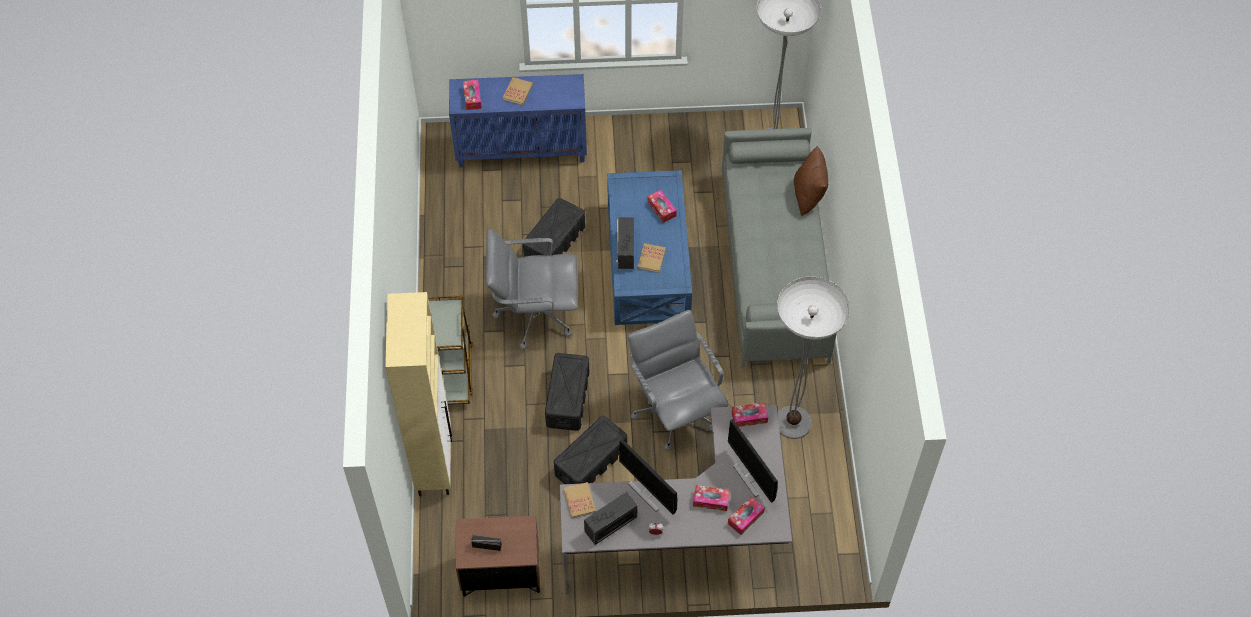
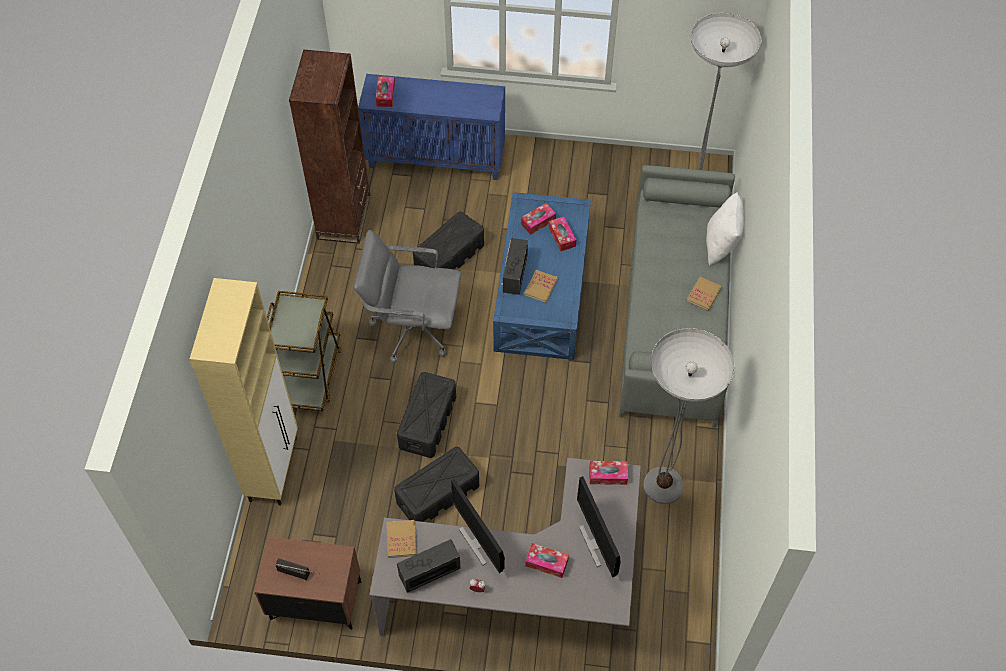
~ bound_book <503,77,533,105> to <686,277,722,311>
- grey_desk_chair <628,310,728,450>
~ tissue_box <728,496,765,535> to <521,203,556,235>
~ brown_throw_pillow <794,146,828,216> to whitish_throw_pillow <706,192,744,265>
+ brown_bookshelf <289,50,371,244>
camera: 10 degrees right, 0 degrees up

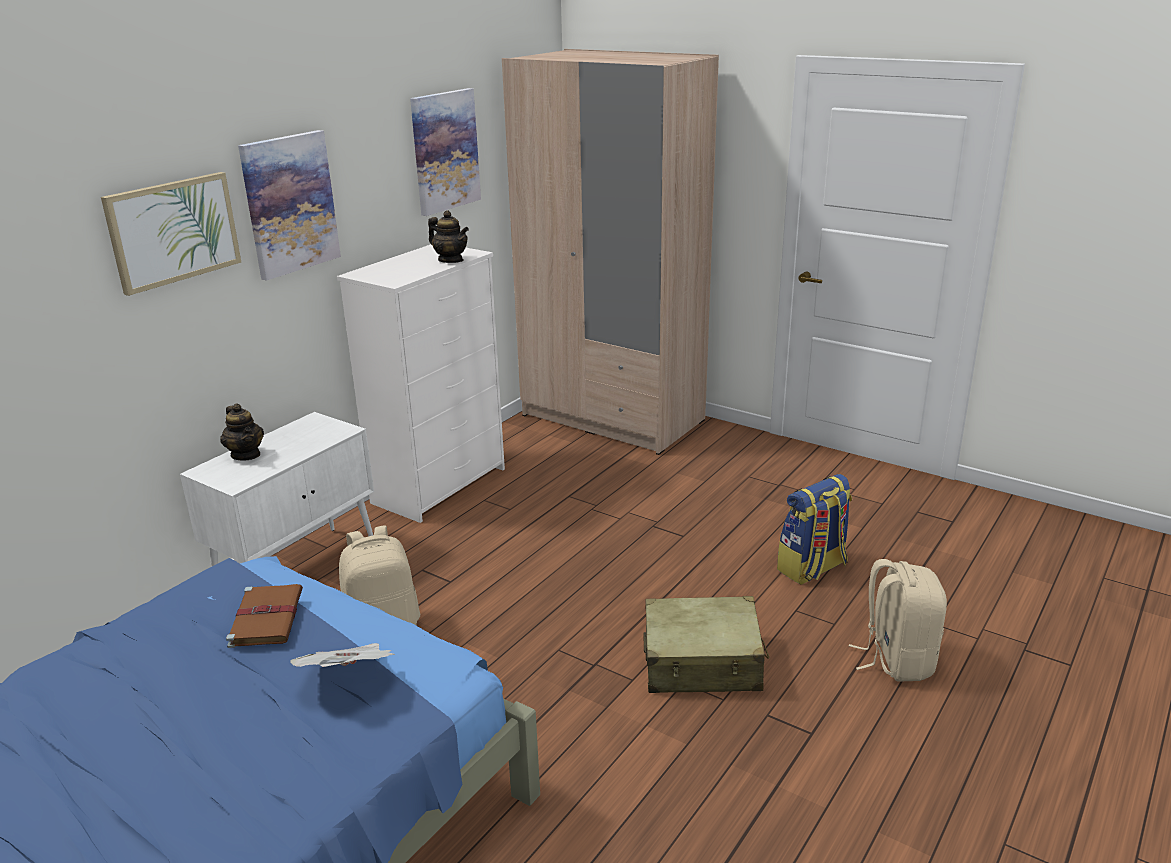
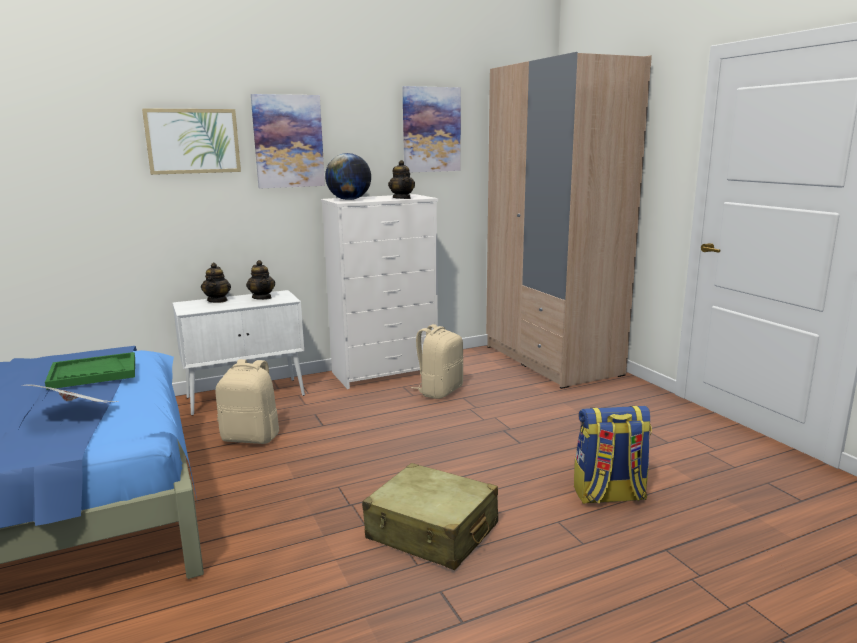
~ brown_bound_book <226,584,303,648> to green_serving_tray <45,352,135,390>
~ beige-coloured_backpack <849,559,947,682> to <411,324,463,399>
+ pot_for_tea <246,260,275,300>
+ globe <325,153,371,200>
camera: 30 degrees right, 10 degrees down

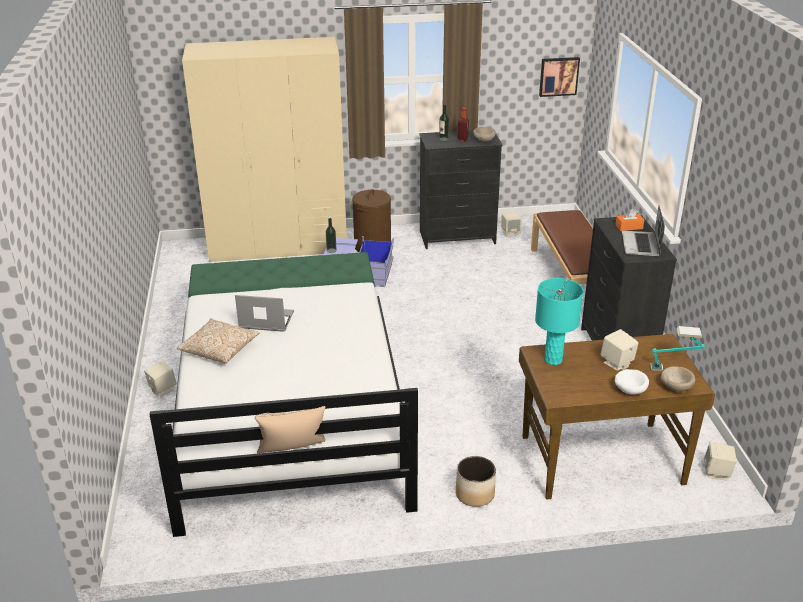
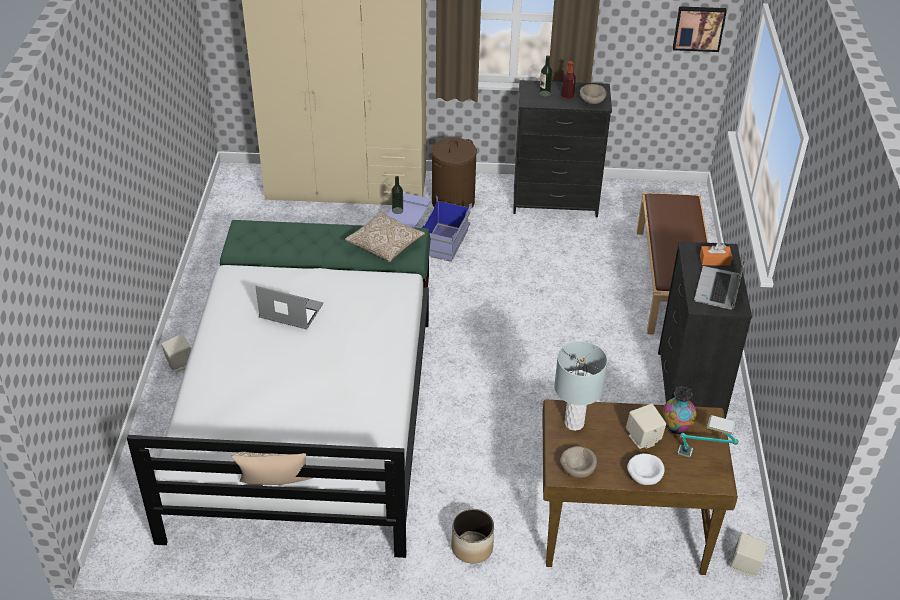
~ throw_pillow <177,319,260,364> to <345,211,425,262>
- beige-coloured_audio_speaker <501,212,522,237>
~ turquoise-coloured_lamp_for_a_table <535,278,583,365> to grey_lamp_for_a_table <554,341,608,431>
~ beige-coloured_serving_bowl <661,366,695,392> to <560,446,597,478>
+ flower_vase <662,386,697,434>
camera: 10 degrees right, 10 degrees up

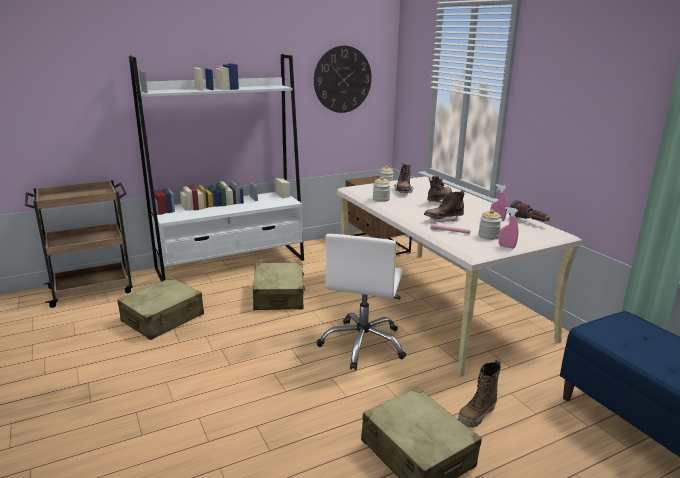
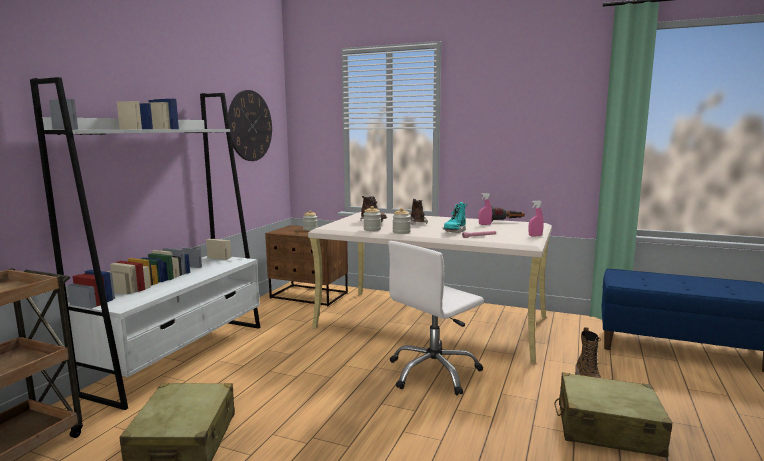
- beige-coloured_piece_of_luggage <253,262,306,310>
~ whitish_desk_chair <317,234,406,370> = <388,241,484,395> 75 degrees clockwise
~ brown_boot <424,190,465,222> to turquoise-coloured_boot <443,202,467,233>
~ storage_jar <479,210,502,240> to <393,208,411,234>
camera: 40 degrees left, 10 degrees down

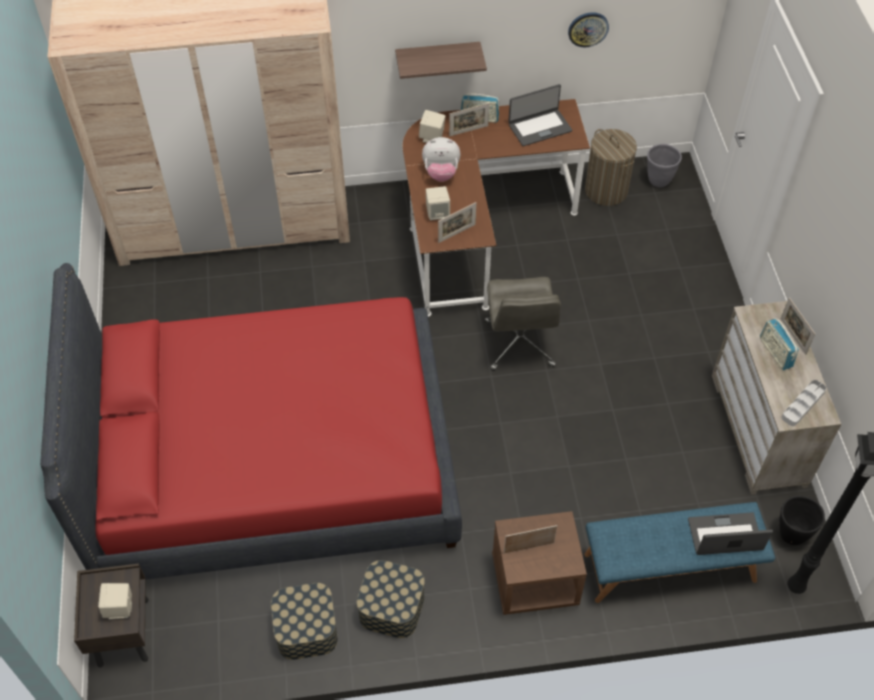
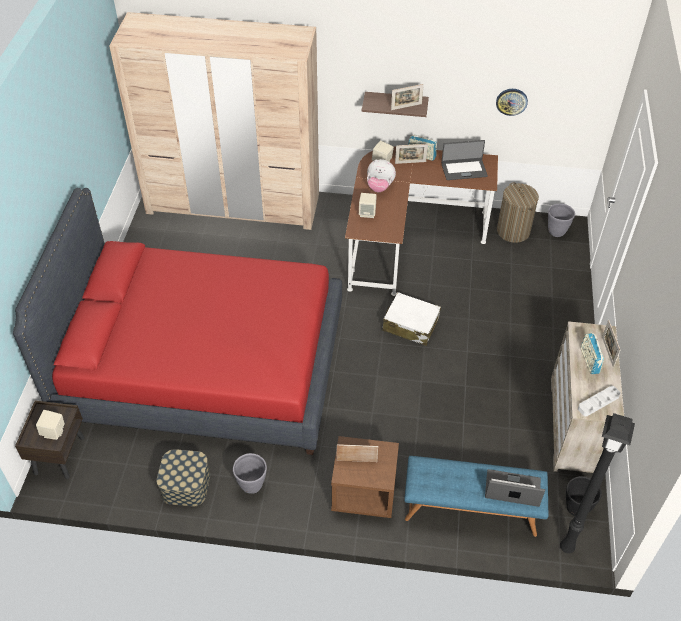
~ storage_container <357,560,425,638> to grey_planter <233,453,267,494>
~ standing_frame <438,202,476,243> to <391,84,424,110>
~ grey_desk_chair <485,277,561,371> to whitish_piece_of_luggage <382,292,441,346>
camera: 15 degrees right, 5 degrees down

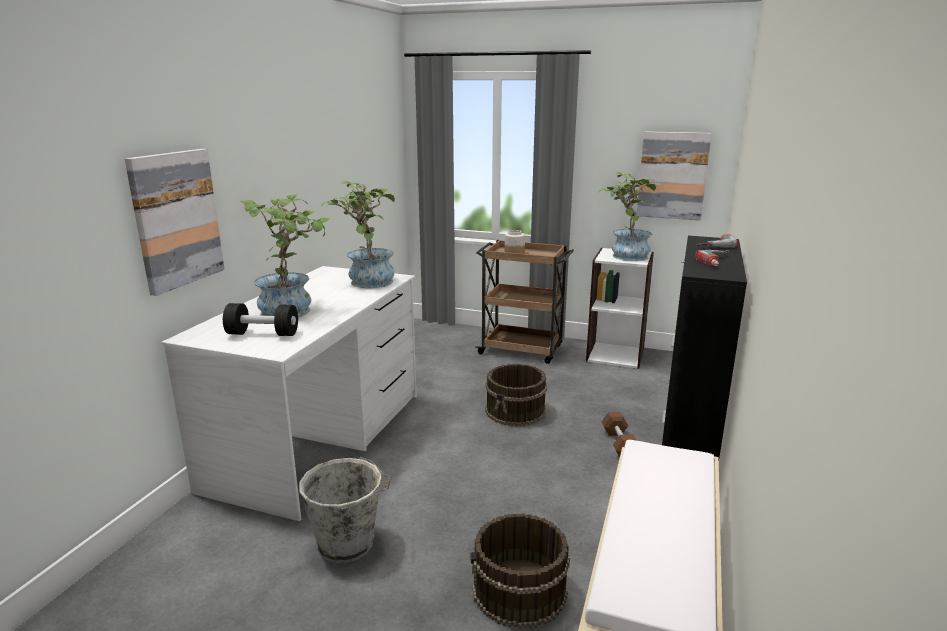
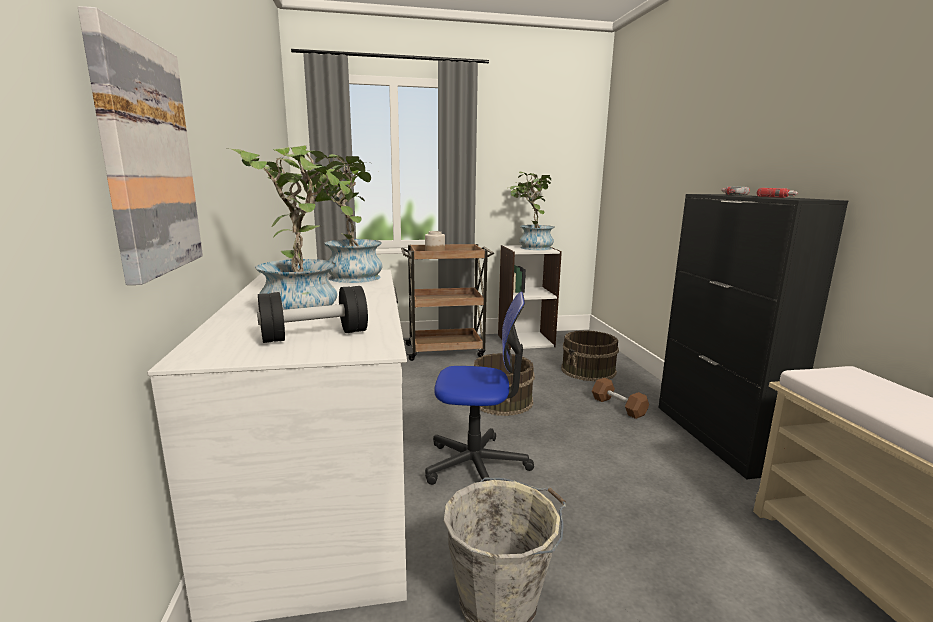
~ brown_pail <470,513,570,629> to <561,331,619,381>
- wall_picture <636,131,712,220>
+ desk_chair <425,292,534,485>
camera: 30 degrees left, 5 degrees down

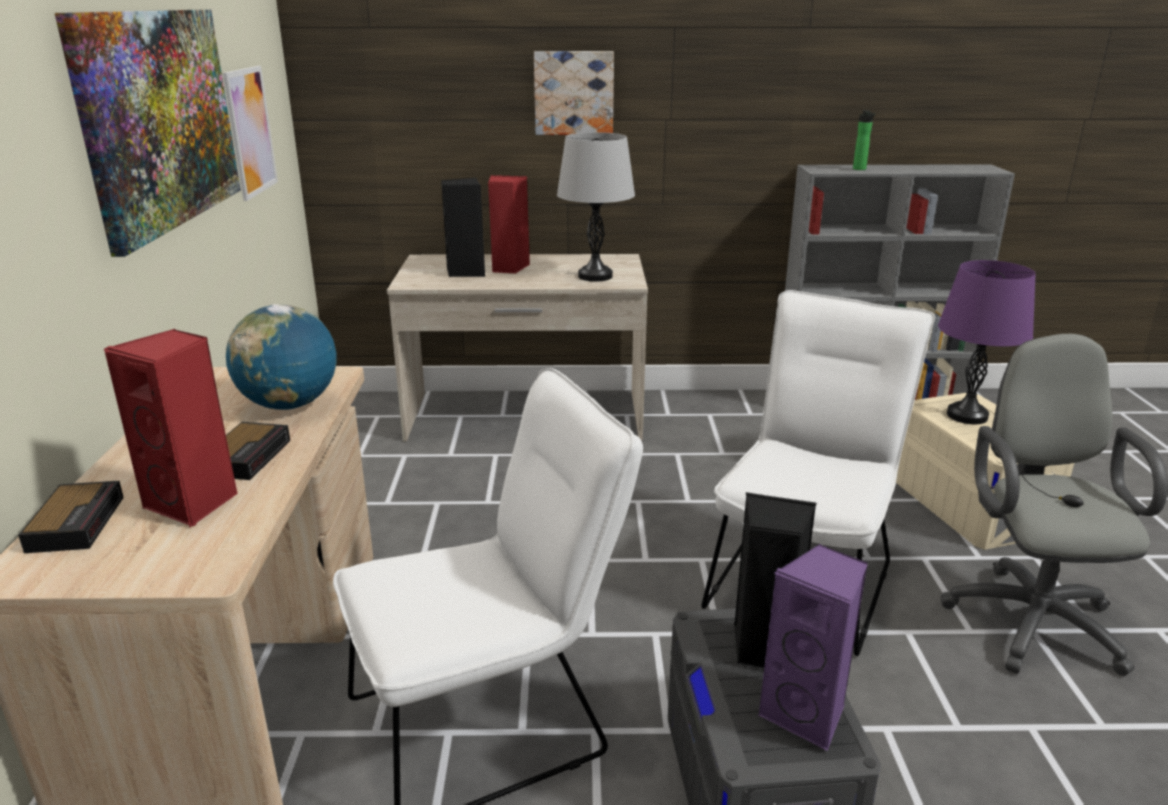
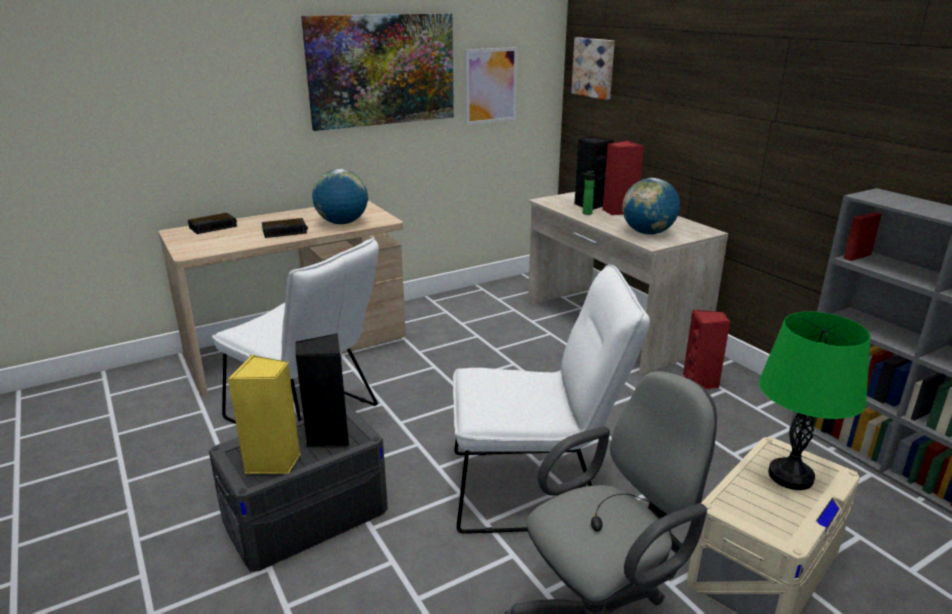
~ red-coloured_audio_speaker <104,329,237,528> to <683,310,731,389>
~ wall_picture <534,51,614,135> to <571,37,615,100>
~ grey_lamp_for_a_table <557,132,635,282> to globe <622,178,680,235>
~ purple-coloured_audio_speaker <758,544,868,751> to yellowish_audio_speaker <228,355,300,474>
~ beverage_bottle <853,110,875,170> to <582,171,595,215>
~ purple-coloured_lamp_for_a_table <938,260,1035,424> to green_lamp_for_a_table <759,311,870,490>
camera: 60 degrees right, 0 degrees up

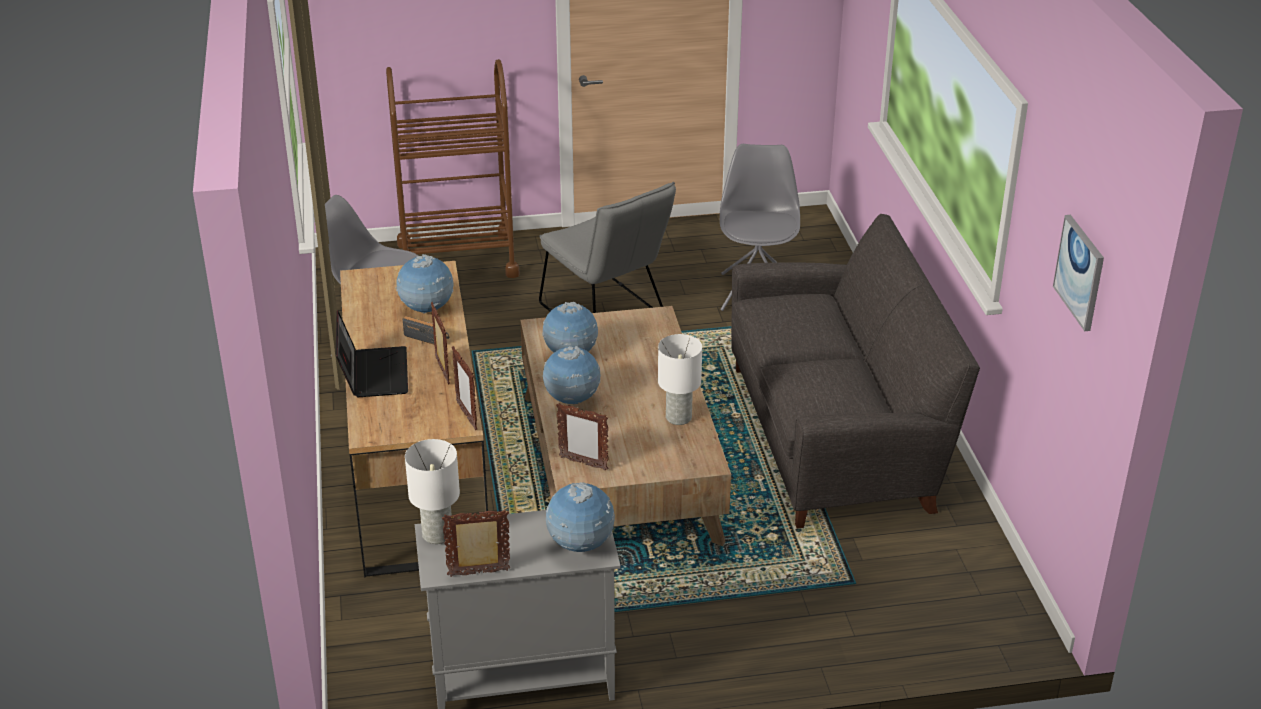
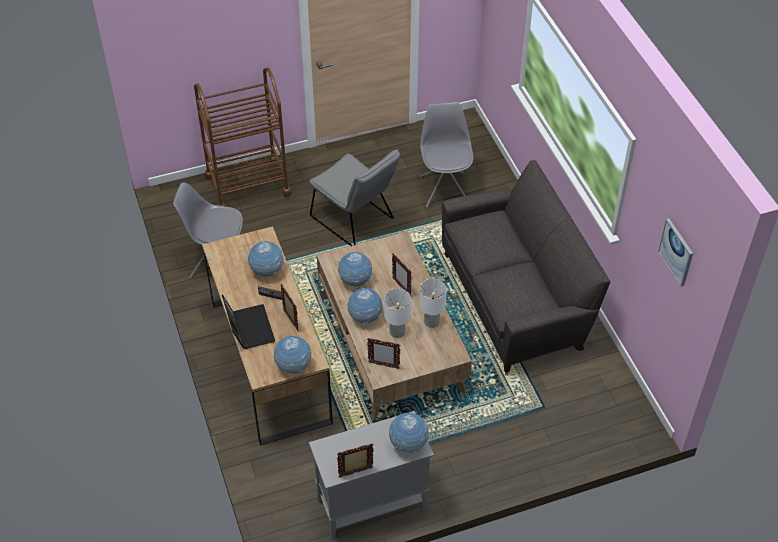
~ whitish_lamp_for_a_table <405,439,460,544> to <384,289,411,338>
~ standing_frame <452,346,477,430> to <392,253,412,296>
+ globe <273,336,312,373>
camera: 10 degrees left, 15 degrees up

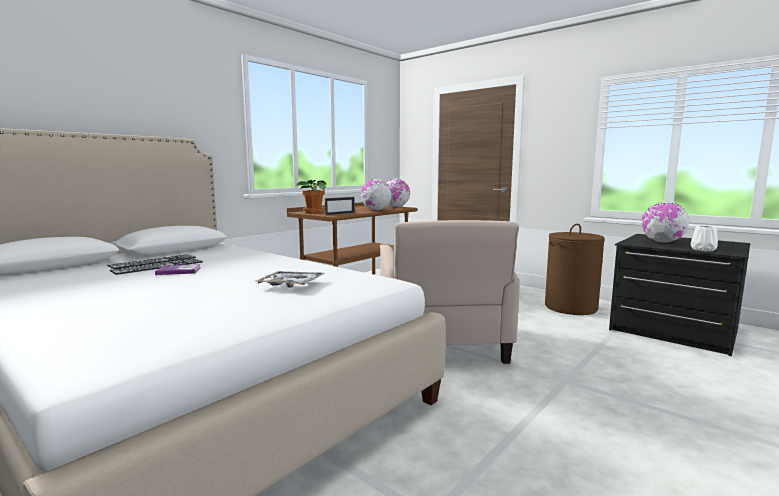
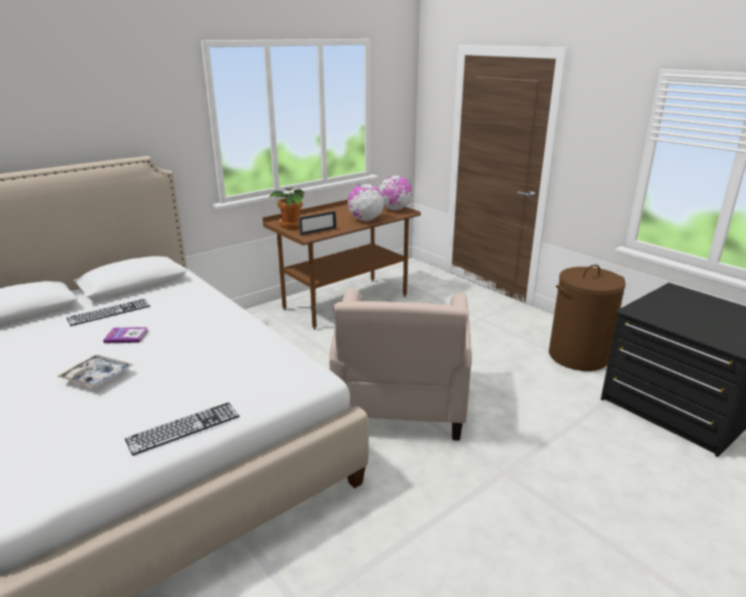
~ PC_keyboard <110,258,203,275> to <125,402,240,456>
~ serving_tray <255,271,325,288> to <56,355,133,389>
- globe <641,202,689,243>
- whitish_flower_vase <690,226,718,252>
camera: 10 degrees right, 15 degrees up

